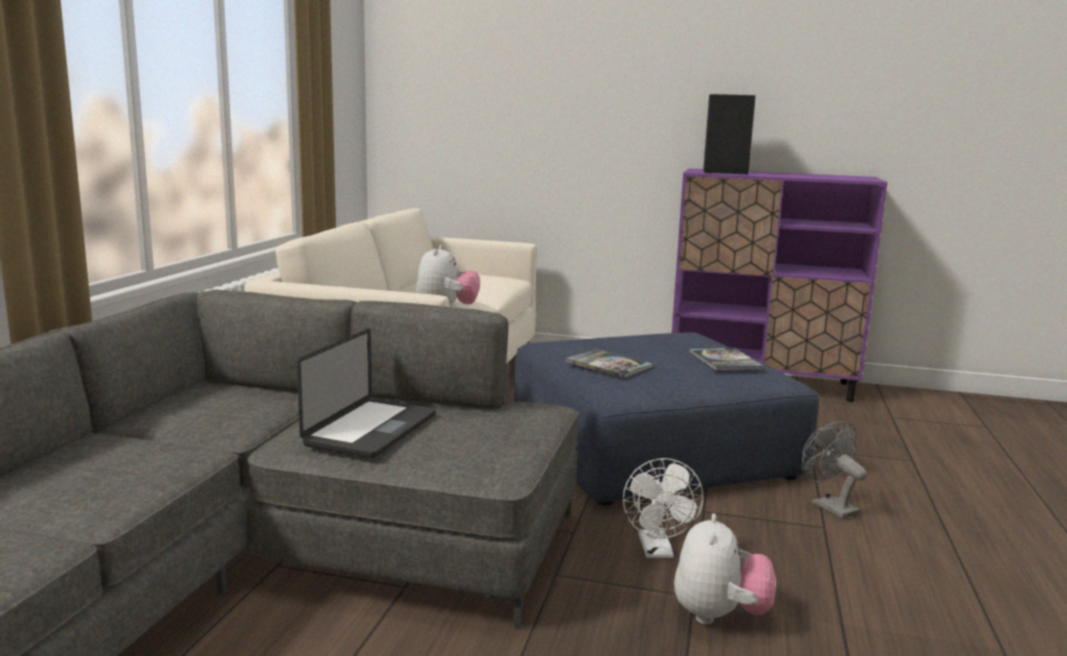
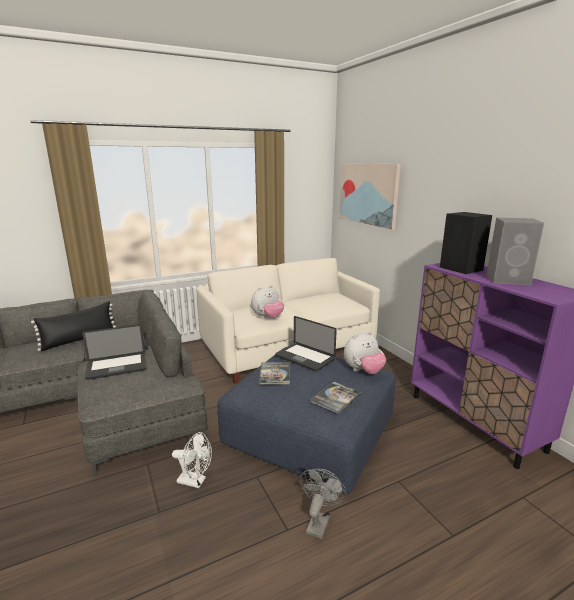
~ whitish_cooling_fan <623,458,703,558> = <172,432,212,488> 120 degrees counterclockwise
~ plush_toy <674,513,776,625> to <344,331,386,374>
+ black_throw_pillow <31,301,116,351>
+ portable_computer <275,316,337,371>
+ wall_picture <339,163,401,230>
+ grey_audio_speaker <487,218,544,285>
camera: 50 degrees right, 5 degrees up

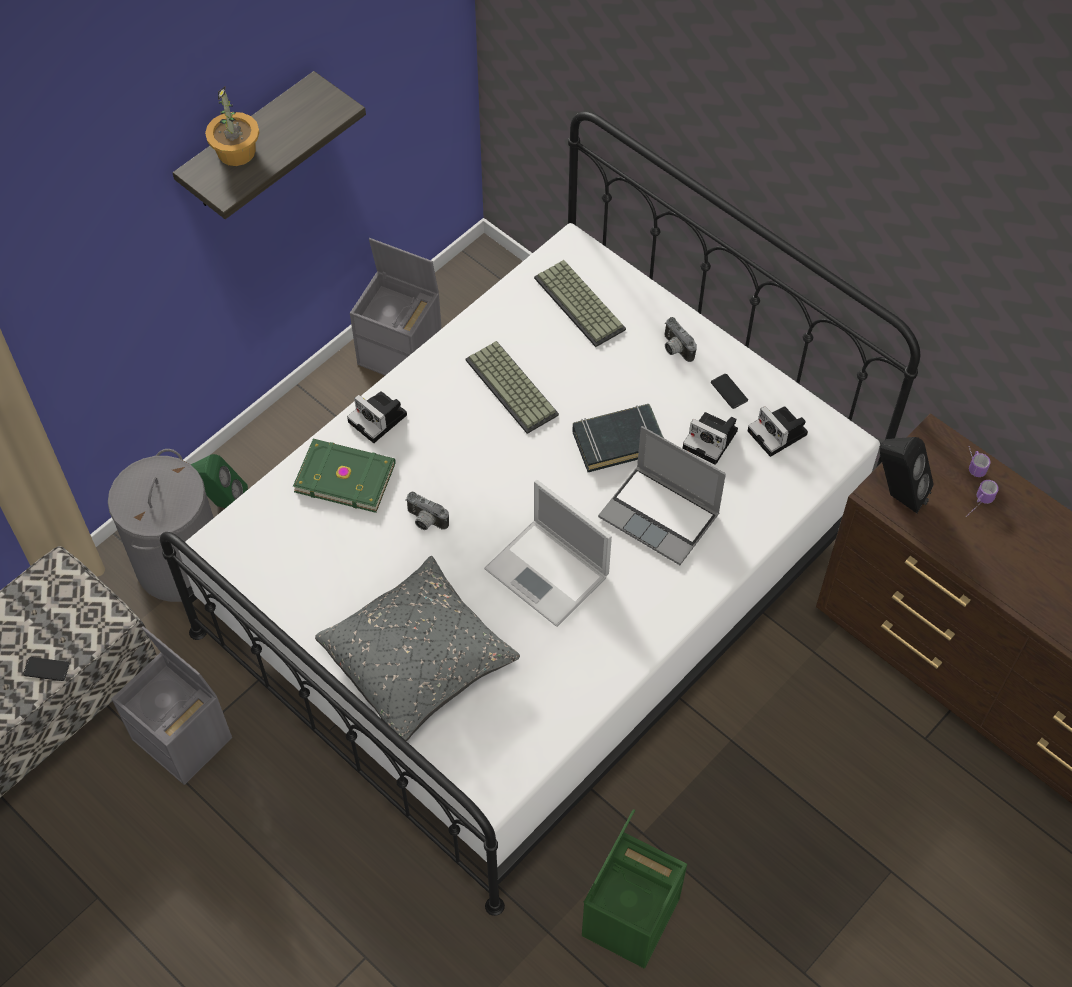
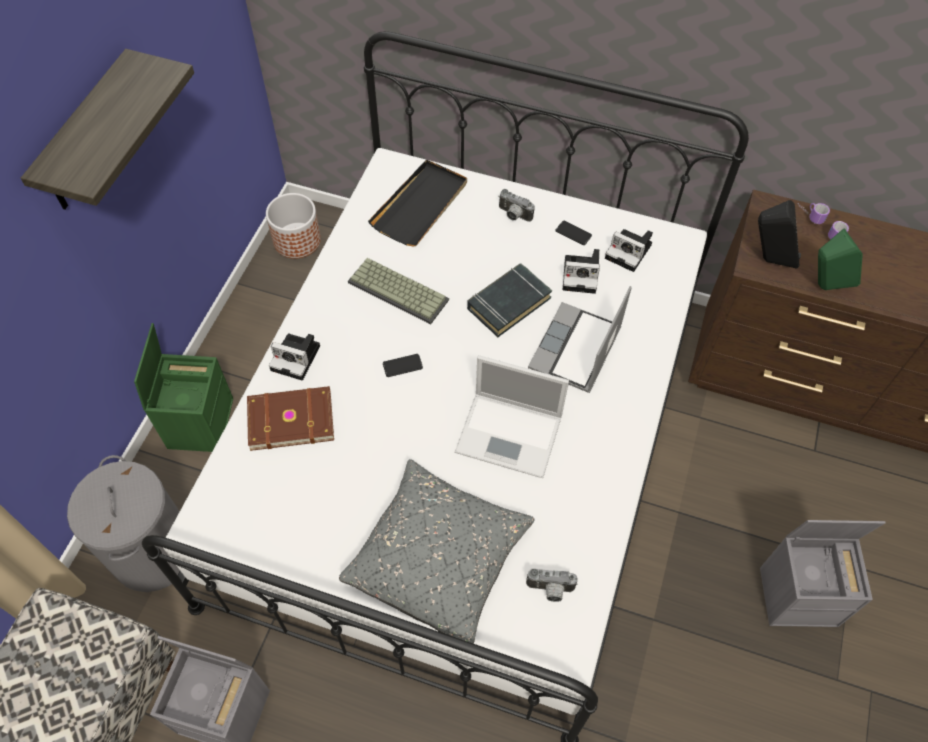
~ phone <23,657,70,681> to <383,354,423,377>
~ green_audio_speaker <191,454,248,508> to <818,228,863,290>
- potted_plant <205,86,259,166>
~ green_bound_book <293,439,396,513> to brown_bound_book <247,386,334,451>
~ grey_storage_container <350,238,442,375> to <760,520,886,627>
~ photo_camera <405,492,449,530> to <526,569,578,602>
~ PC_keyboard <534,260,626,347> to black_serving_tray <368,160,467,246>
~ green_storage_container <582,809,687,969> to <134,323,233,452>
~ portable_computer <598,426,726,565> = <528,286,632,393> 105 degrees clockwise
+ planter <266,193,321,259>
camera: 25 degrees left, 0 degrees up

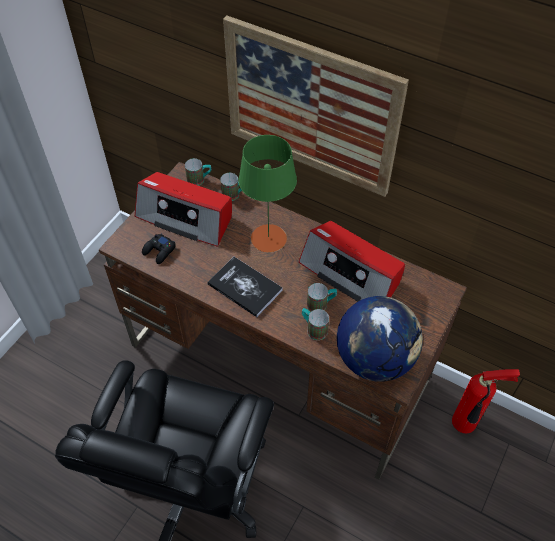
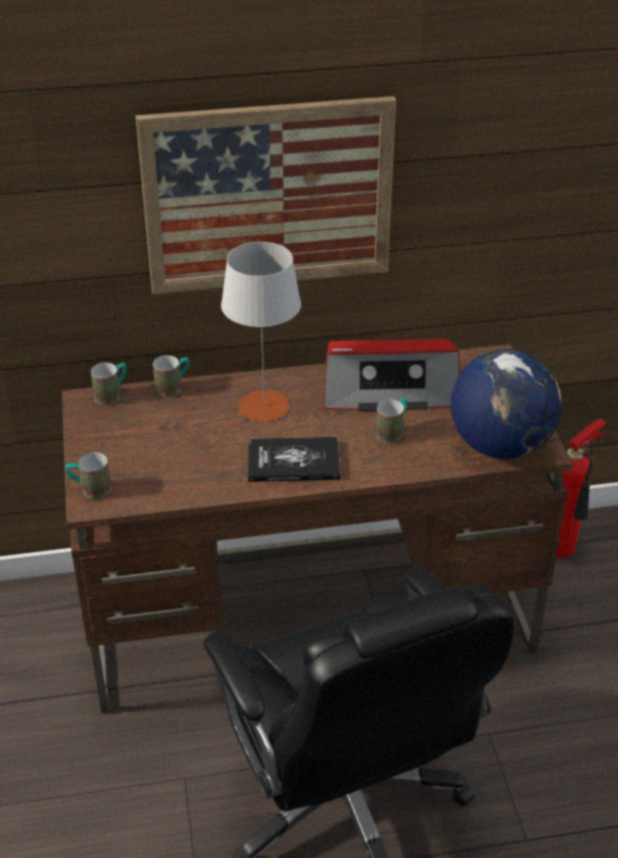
- radio <135,172,232,247>
- black_game_controller <142,234,176,264>
~ green_lamp_for_a_table <239,135,297,252> to grey_lamp_for_a_table <221,242,301,422>
~ coffee_mug <302,308,329,340> to <65,452,111,499>
camera: 40 degrees left, 15 degrees down

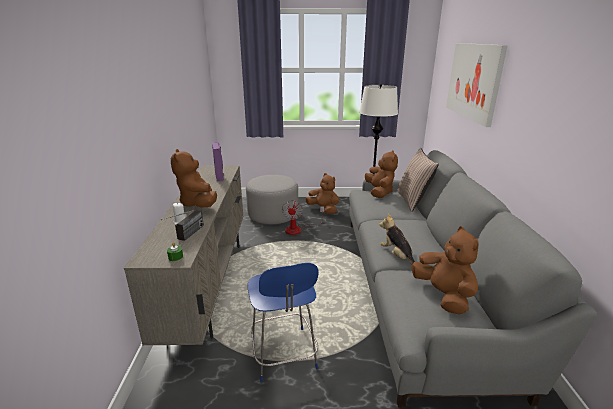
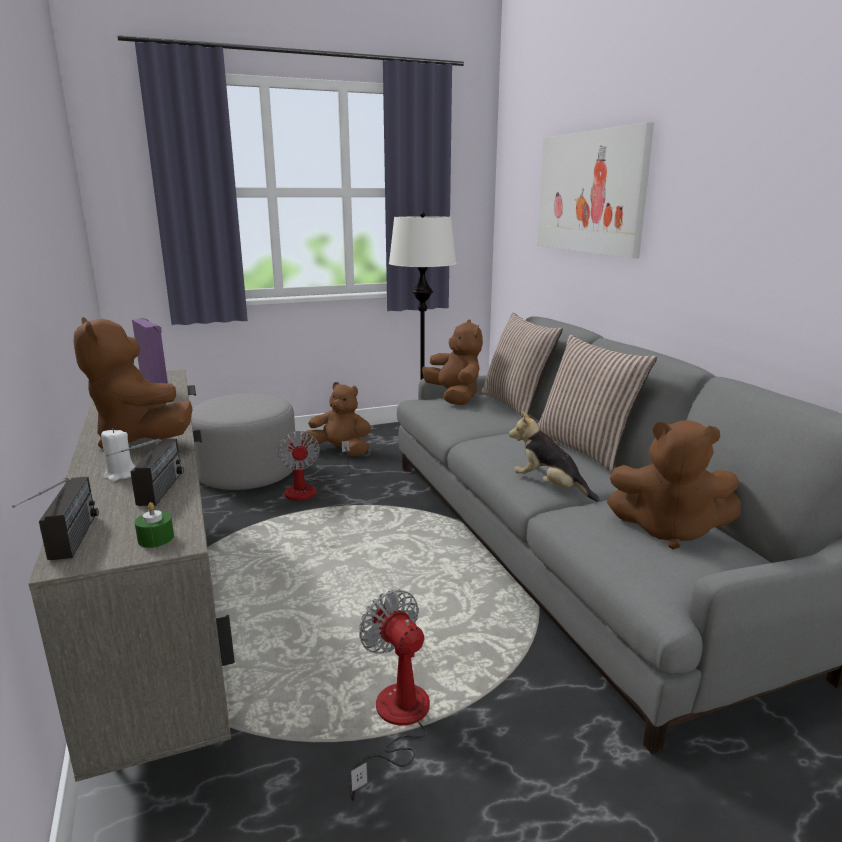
~ blue_stool <247,263,319,383> to cooling_fan <348,589,430,802>
~ brown_plush_toy <412,226,479,315> = <607,420,741,549> 150 degrees clockwise
+ radio <12,477,99,560>
+ throw_pillow <537,334,657,471>
camera: 20 degrees left, 5 degrees down

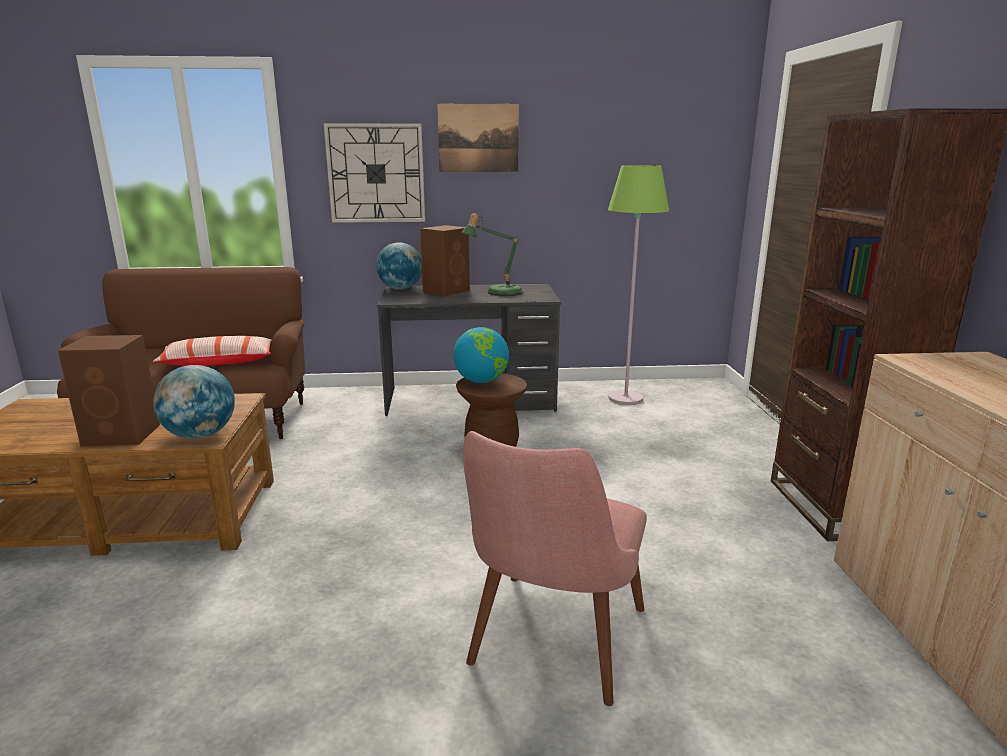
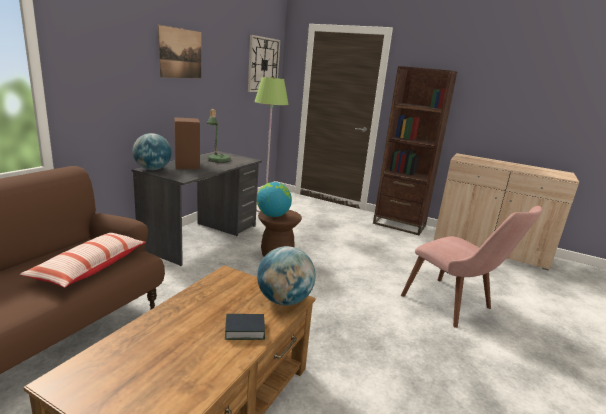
~ brown_audio_speaker <58,335,160,447> to bound_book <225,314,265,340>
~ wall_clock <324,123,425,223> to <248,35,280,92>
camera: 60 degrees left, 0 degrees up

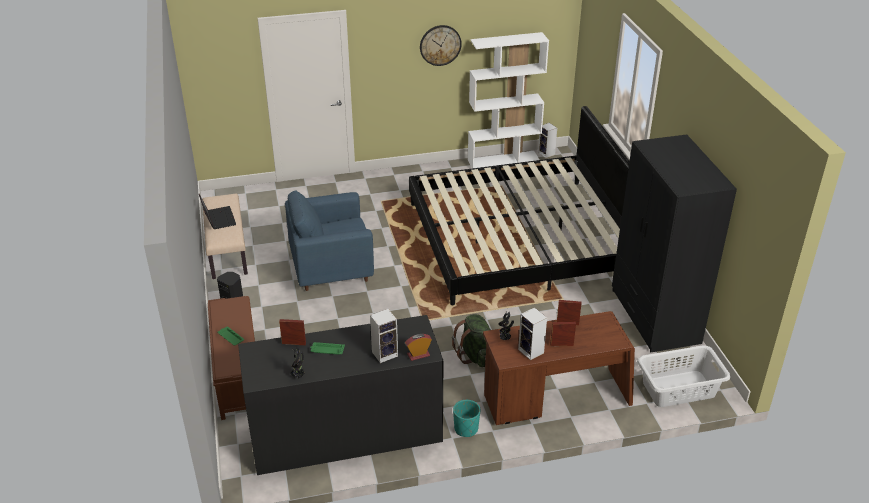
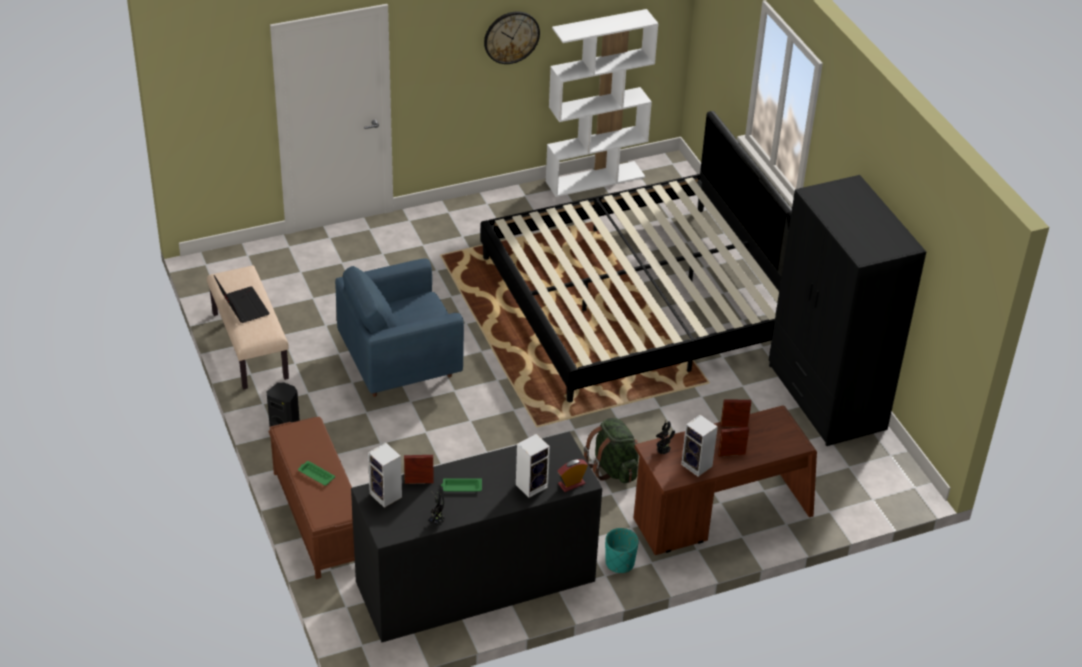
~ audio_speaker <538,123,557,158> to <368,443,402,508>
- grey_hamper <637,345,730,407>
camera: 10 degrees left, 5 degrees up

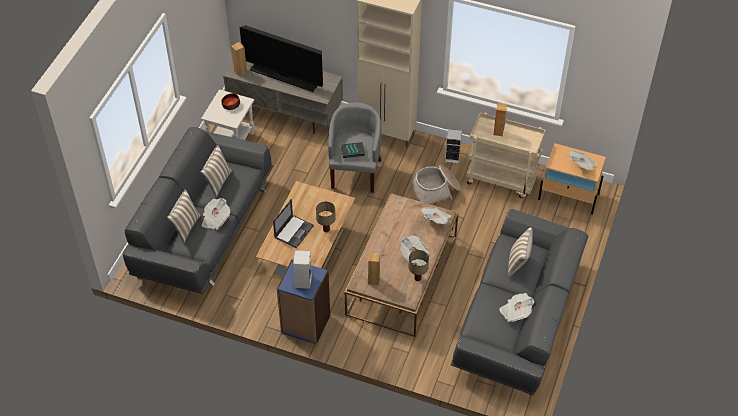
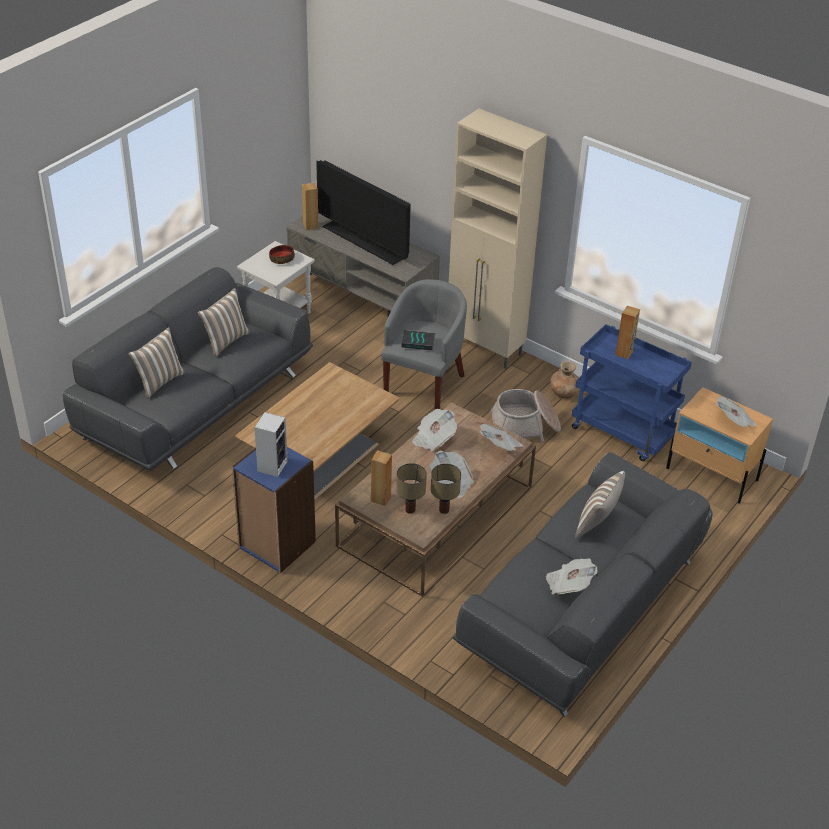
~ daily_paper <202,198,230,230> to <412,409,457,451>
- portable_computer <273,199,314,248>
~ lamp_for_a_table <316,202,336,232> to <396,463,427,514>
~ audio_speaker <445,129,462,163> to brown_flower_vase <550,361,580,399>
~ beige-coloured_cart <466,112,546,198> to blue_cart <572,324,692,461>
camera: 15 degrees right, 10 degrees down

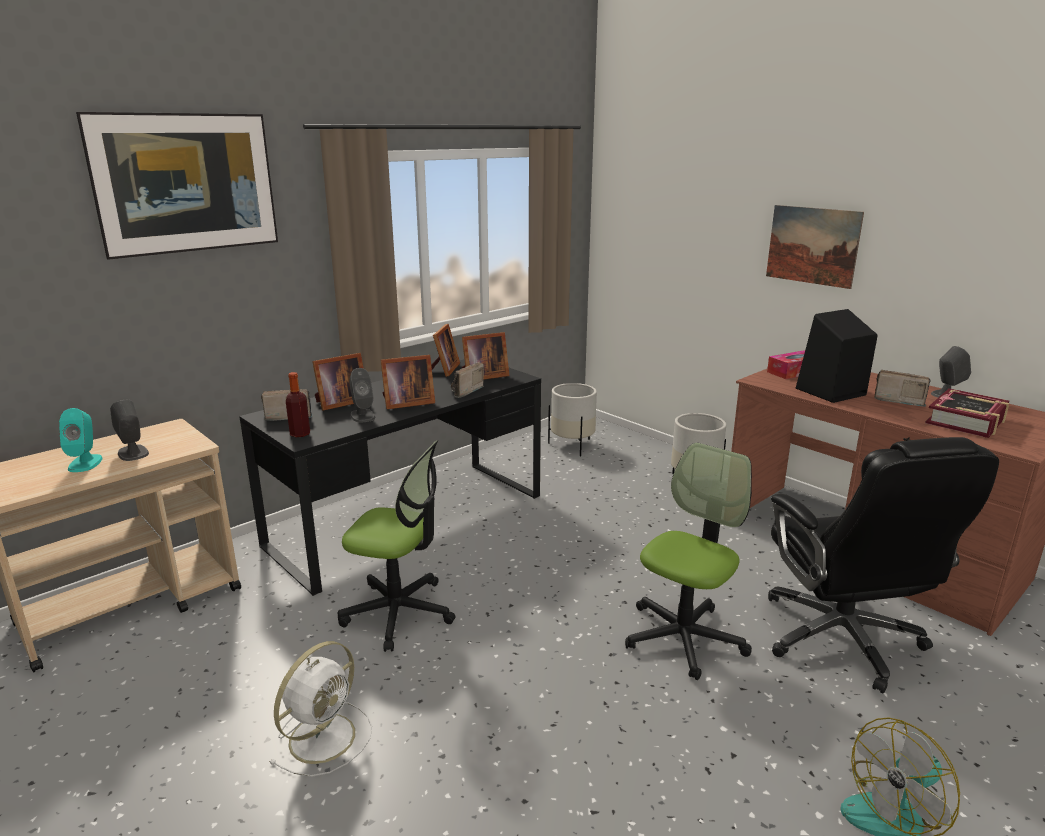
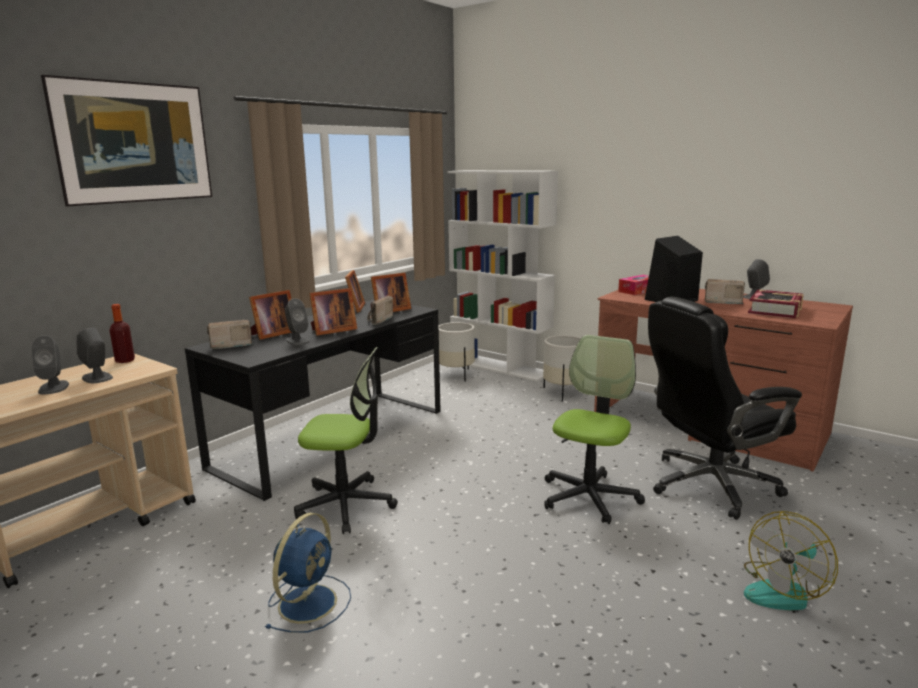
~ turquoise-coloured_audio_speaker <59,408,103,472> to grey_audio_speaker <31,335,69,394>
~ whitish_cooling_fan <269,641,372,777> to blue_cooling_fan <265,513,351,633>
~ beverage_bottle <286,372,310,437> to <110,304,135,363>
- wall_picture <766,205,864,289>
~ black_desk_chair <768,437,999,693> = <648,297,802,520> 90 degrees clockwise
+ whitish_bookshelf <447,170,558,381>
camera: 10 degrees left, 5 degrees down

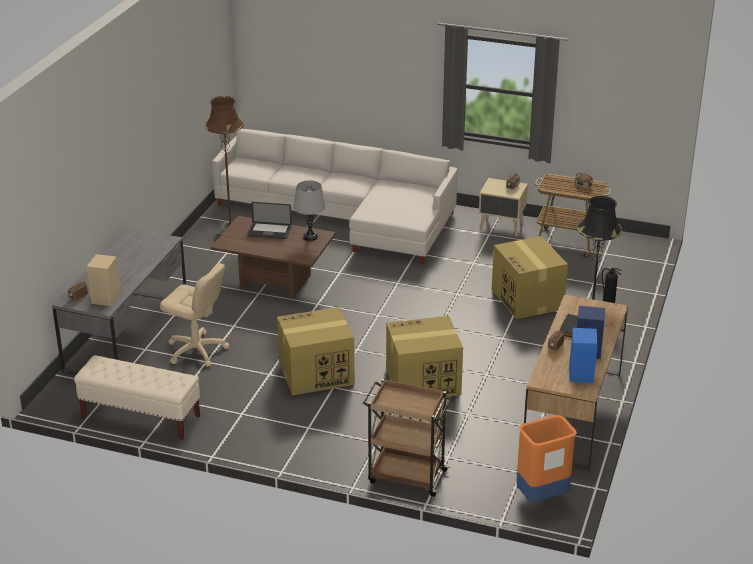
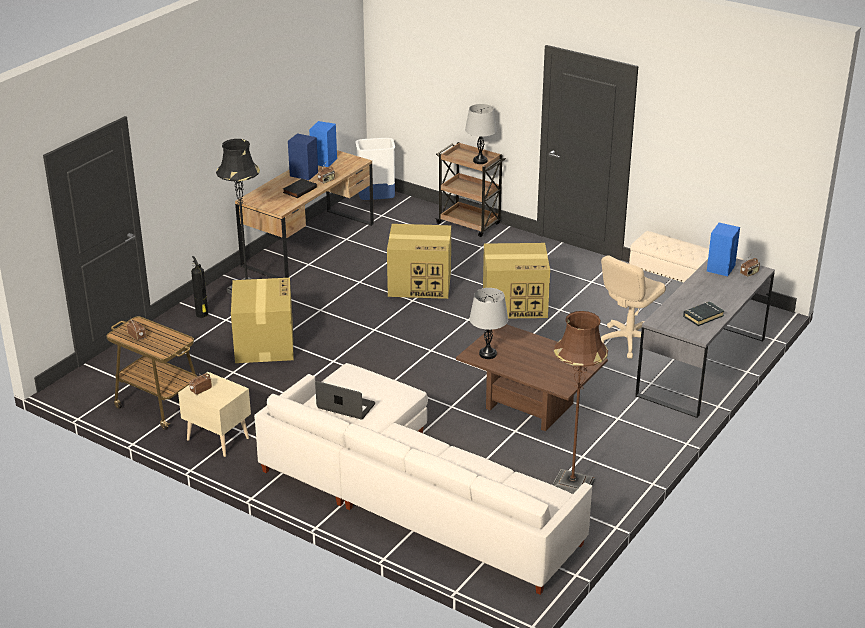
~ beige-coloured_audio_speaker <86,254,121,306> to blue_audio_speaker <707,223,740,276>
~ beige-coloured_desk_chair <160,263,229,367> = <601,255,666,359> 90 degrees counterclockwise
~ portable_computer <247,202,292,239> to <315,381,375,419>
~ orange_rubbish_bin <516,415,577,502> to whitish_rubbish_bin <355,138,395,200>
+ grey_lamp_for_a_table <465,104,497,164>
+ black_bound_book <683,301,724,326>
camera: 165 degrees left, 0 degrees up

